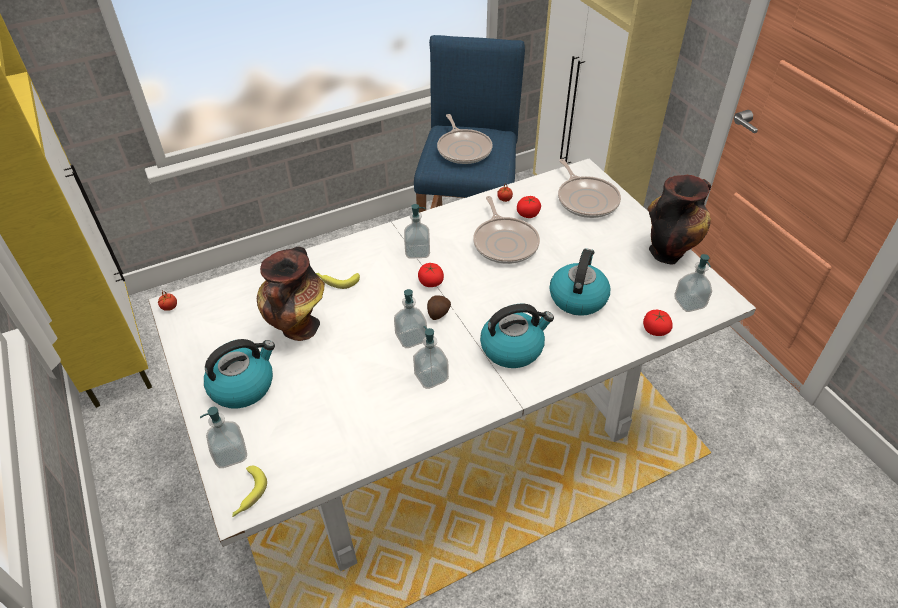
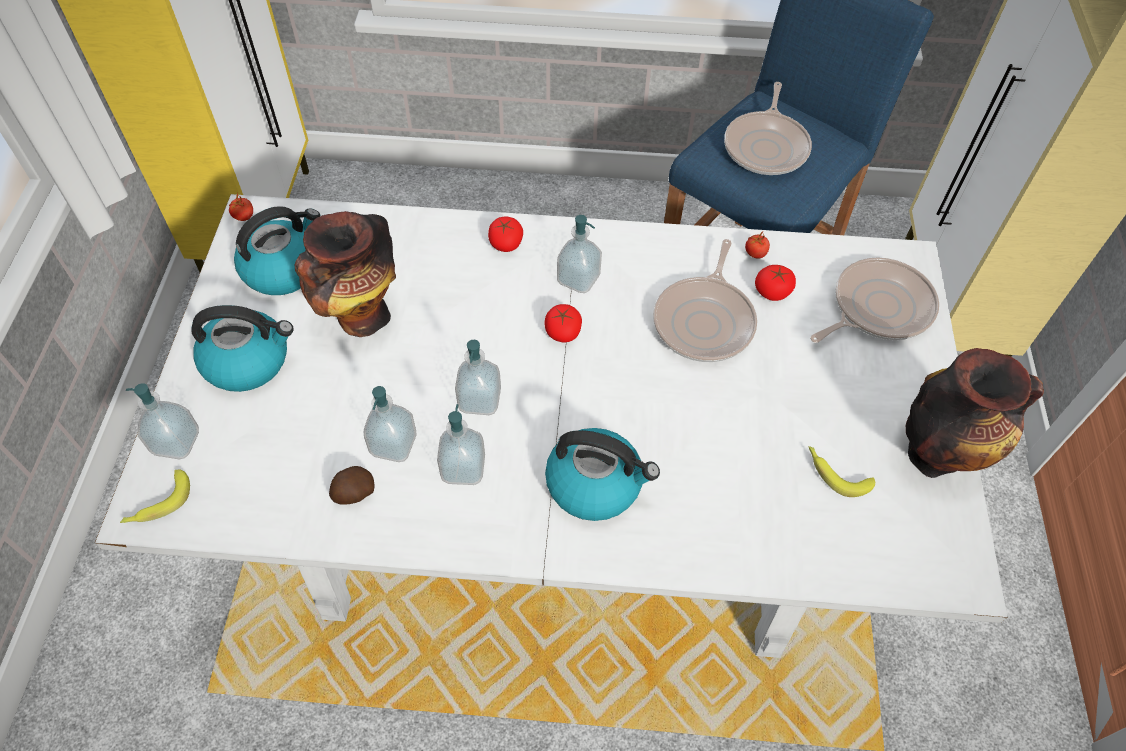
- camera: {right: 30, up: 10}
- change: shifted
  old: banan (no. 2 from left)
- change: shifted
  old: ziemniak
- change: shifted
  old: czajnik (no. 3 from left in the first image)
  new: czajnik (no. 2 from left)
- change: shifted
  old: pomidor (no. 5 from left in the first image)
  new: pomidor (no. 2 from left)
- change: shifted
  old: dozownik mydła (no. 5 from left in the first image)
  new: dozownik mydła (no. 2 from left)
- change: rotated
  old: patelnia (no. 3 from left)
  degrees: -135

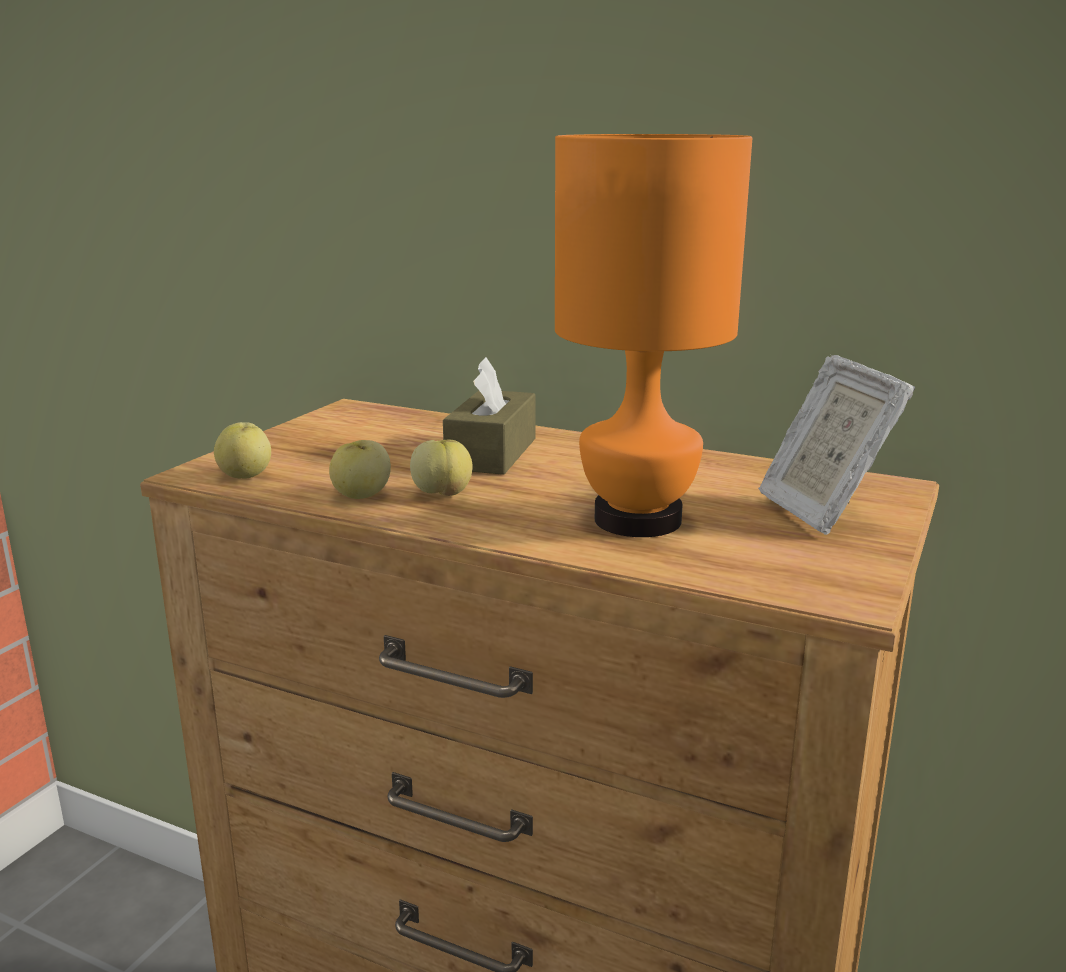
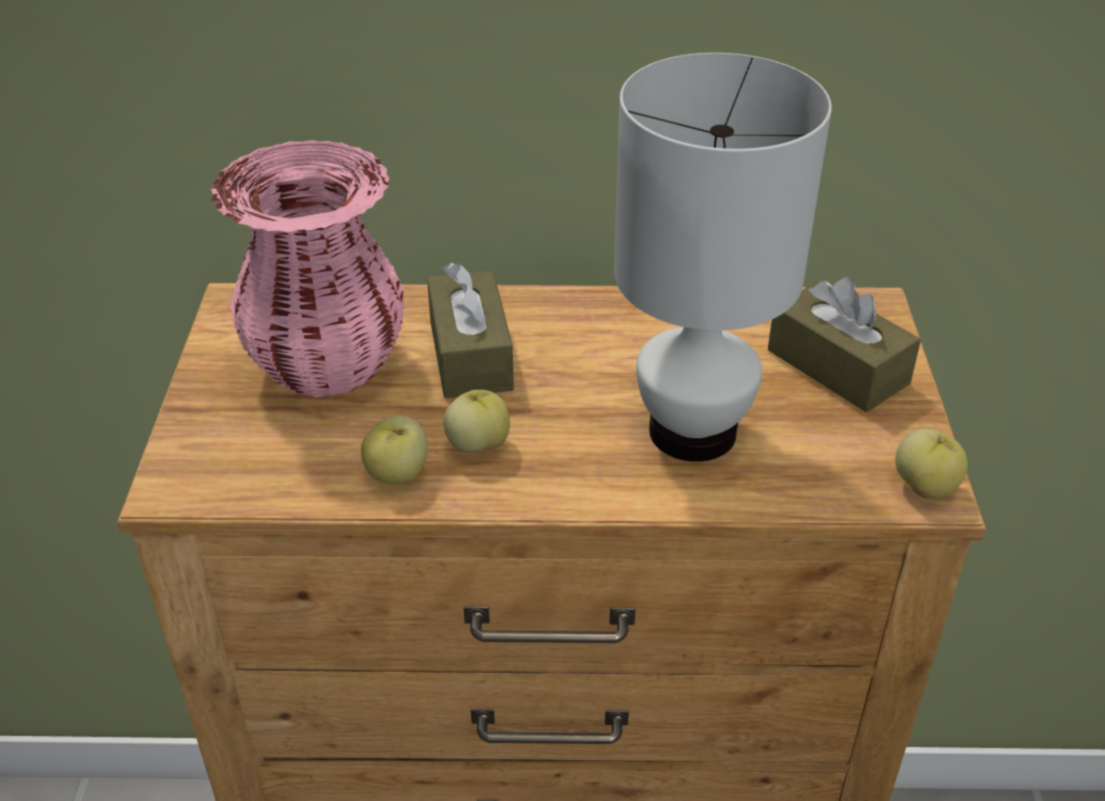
- camera: {right: -25, up: 20}
- change: new
  new: wazon [różowy]
- change: shifted
  old: jabłko (no. 1 from left in the first image)
  new: jabłko (no. 3 from left)
- change: swapped
  old: ramka na zdjęcie
  new: pudełko chusteczek [brązowy] (no. 2 from left)
- change: repainted
  old: lampa stołowa [pomarańczowy]
  new: lampa stołowa [biały]

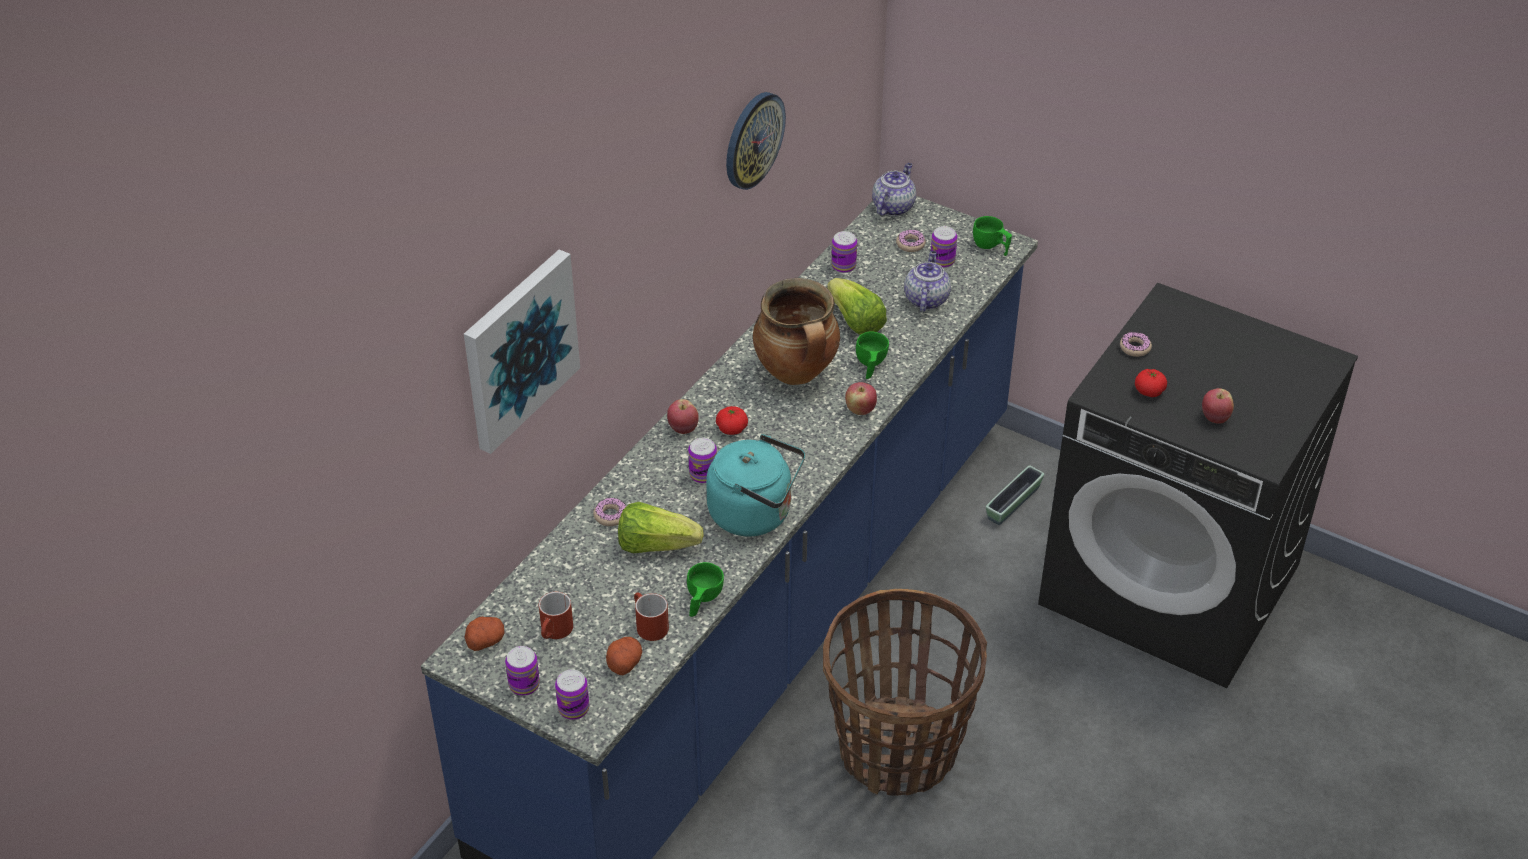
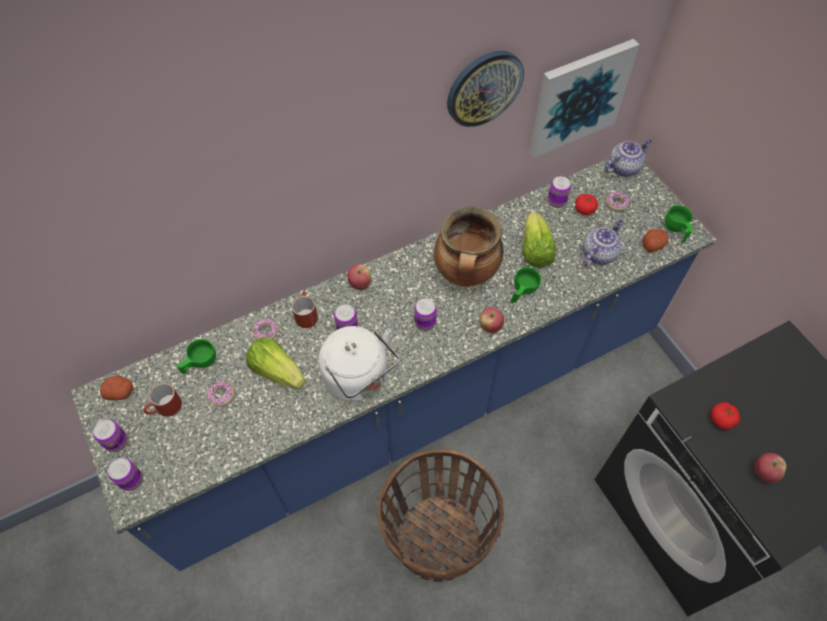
- camera: {right: 30, up: 15}
- change: gone
  old: donica
- change: shifted
  old: obraz
- change: shifted
  old: ziemniak (no. 2 from left)
- change: shifted
  old: kubek [czerwony] (no. 2 from left)
- change: shifted
  old: filiżanka [zielony] (no. 1 from left)
- change: shifted
  old: pomidor (no. 1 from left)
- change: shifted
  old: puszka (no. 5 from left in the first image)
  new: puszka (no. 4 from left)
- change: shifted
  old: donut (no. 3 from left in the first image)
  new: donut (no. 1 from left)
- change: repainted
  old: czajnik [turkusowy]
  new: czajnik [biały]

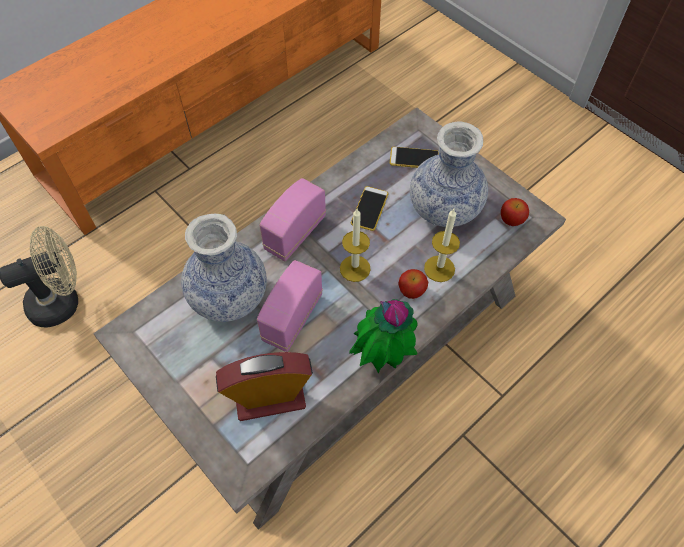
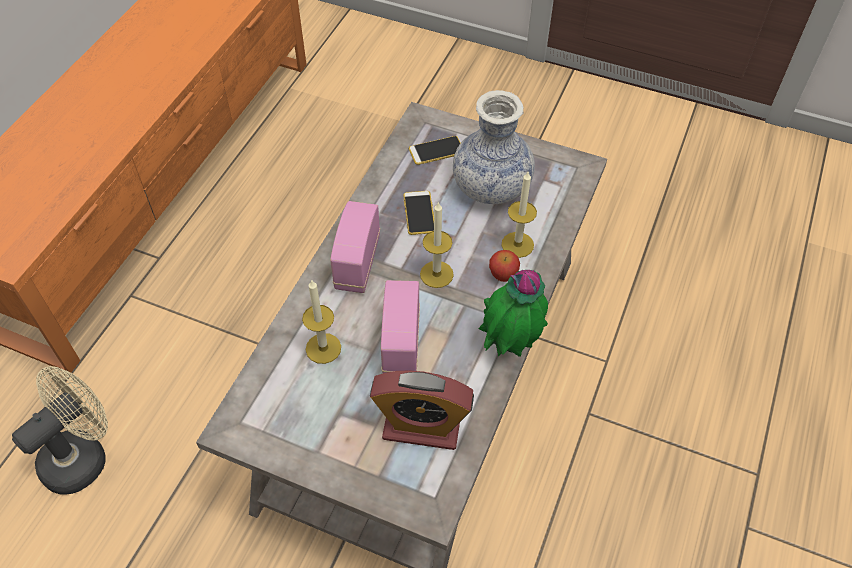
- camera: {right: -25, up: -5}
- change: gone
  old: jabłko (no. 2 from left)
- change: swapped
  old: wazon (no. 1 from left)
  new: świeca (no. 1 from left)
- change: rotated
  old: budzik
  degrees: -135

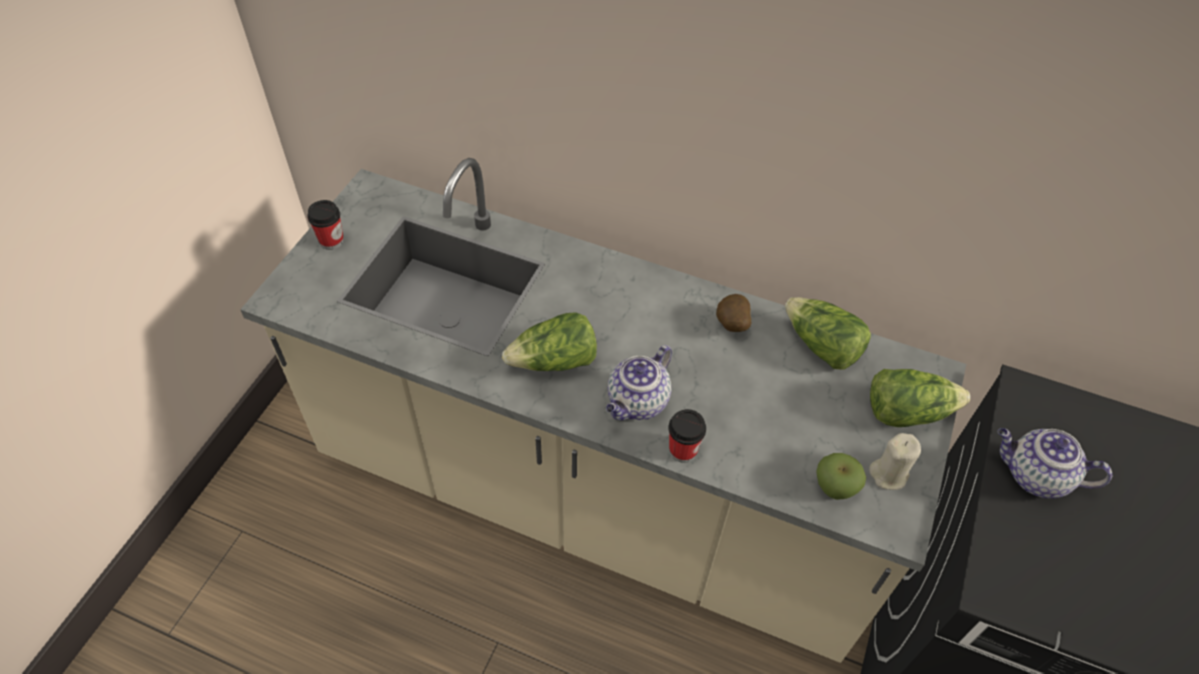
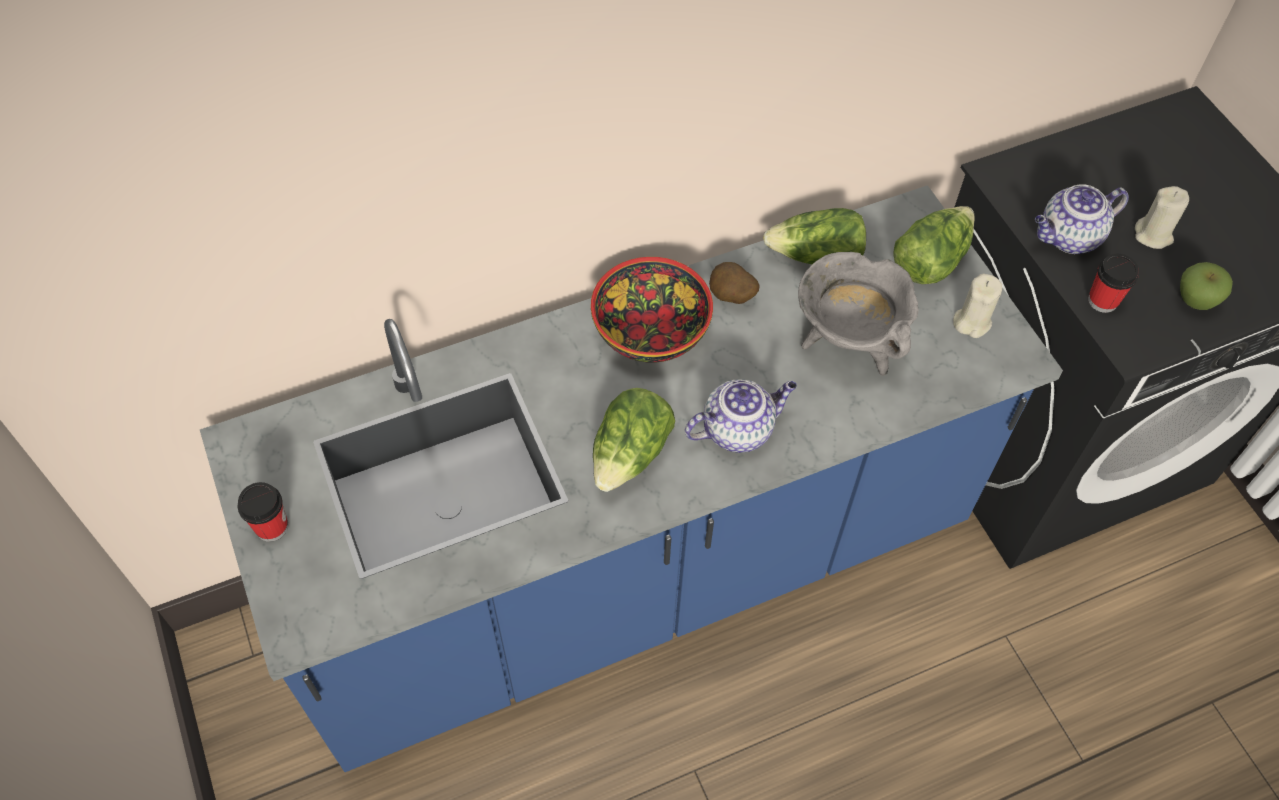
- camera: {right: -45, up: 5}
- change: new
  new: miska
- change: new
  new: garnek [szary]
- change: new
  new: świeca [beżowy] (no. 2 from left)
- change: shifted
  old: filiżanka (no. 2 from left)
- change: shifted
  old: jabłko
- change: repainted
  old: zabudowa kuchenna [beżowy]
  new: zabudowa kuchenna [niebieski]
- change: rotated
  old: imbryk (no. 1 from left)
  degrees: -105

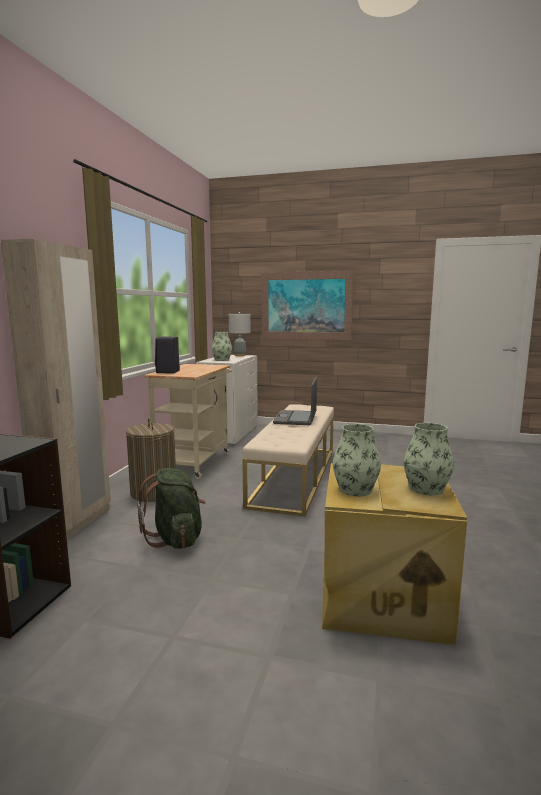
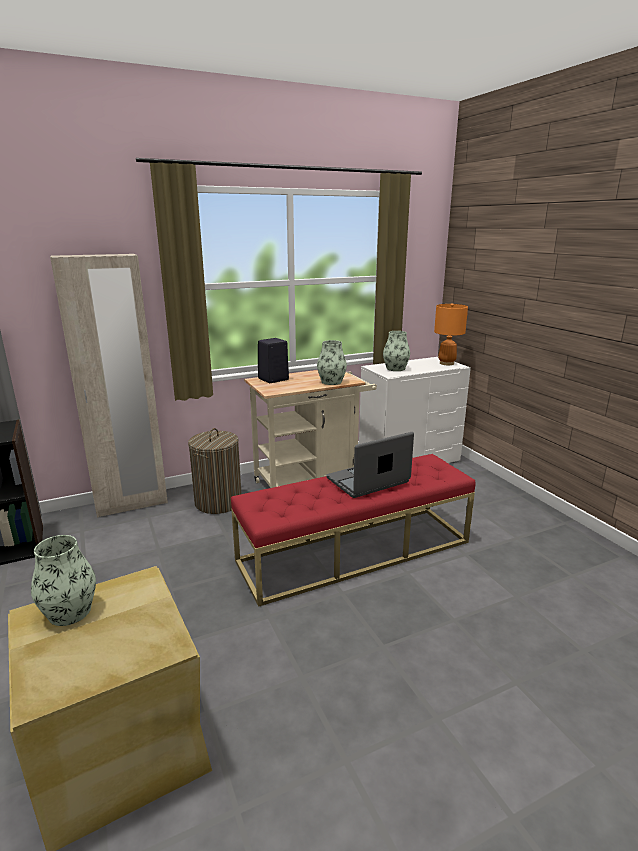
- camera: {right: 50, up: 10}
- change: gone
  old: plecak [zielony]
- change: gone
  old: obraz
- change: shifted
  old: wazon (no. 3 from left in the first image)
  new: wazon (no. 2 from left)
- change: repainted
  old: lampa stołowa [szary]
  new: lampa stołowa [pomarańczowy]
- change: repainted
  old: ławka [beżowy]
  new: ławka [czerwony]

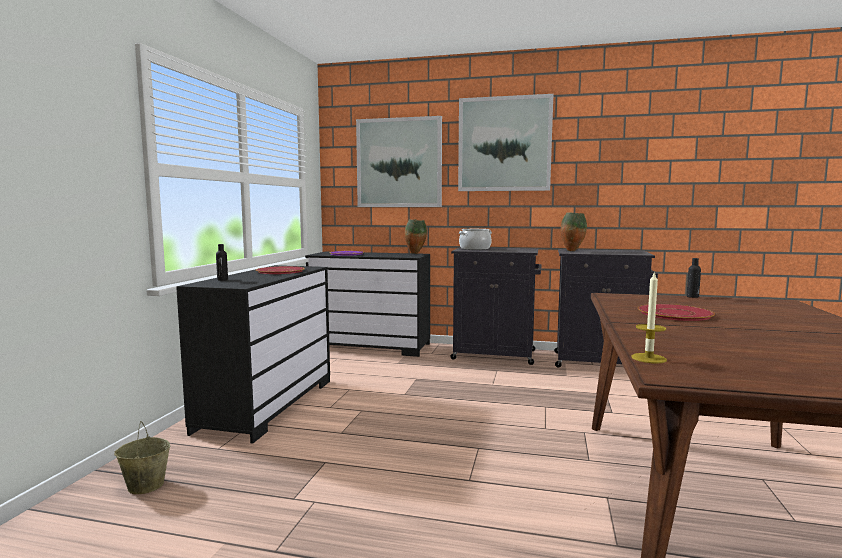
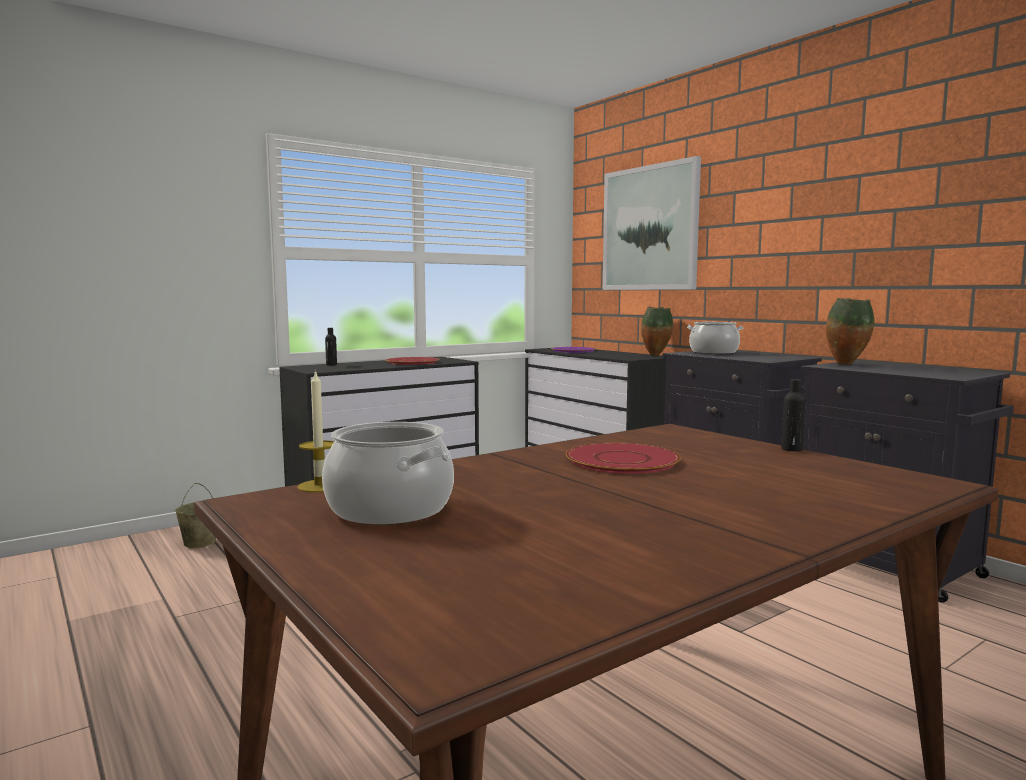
- camera: {right: 40, up: 0}
- change: gone
  old: obraz (no. 2 from left)
- change: new
  new: garnek (no. 1 from left)

